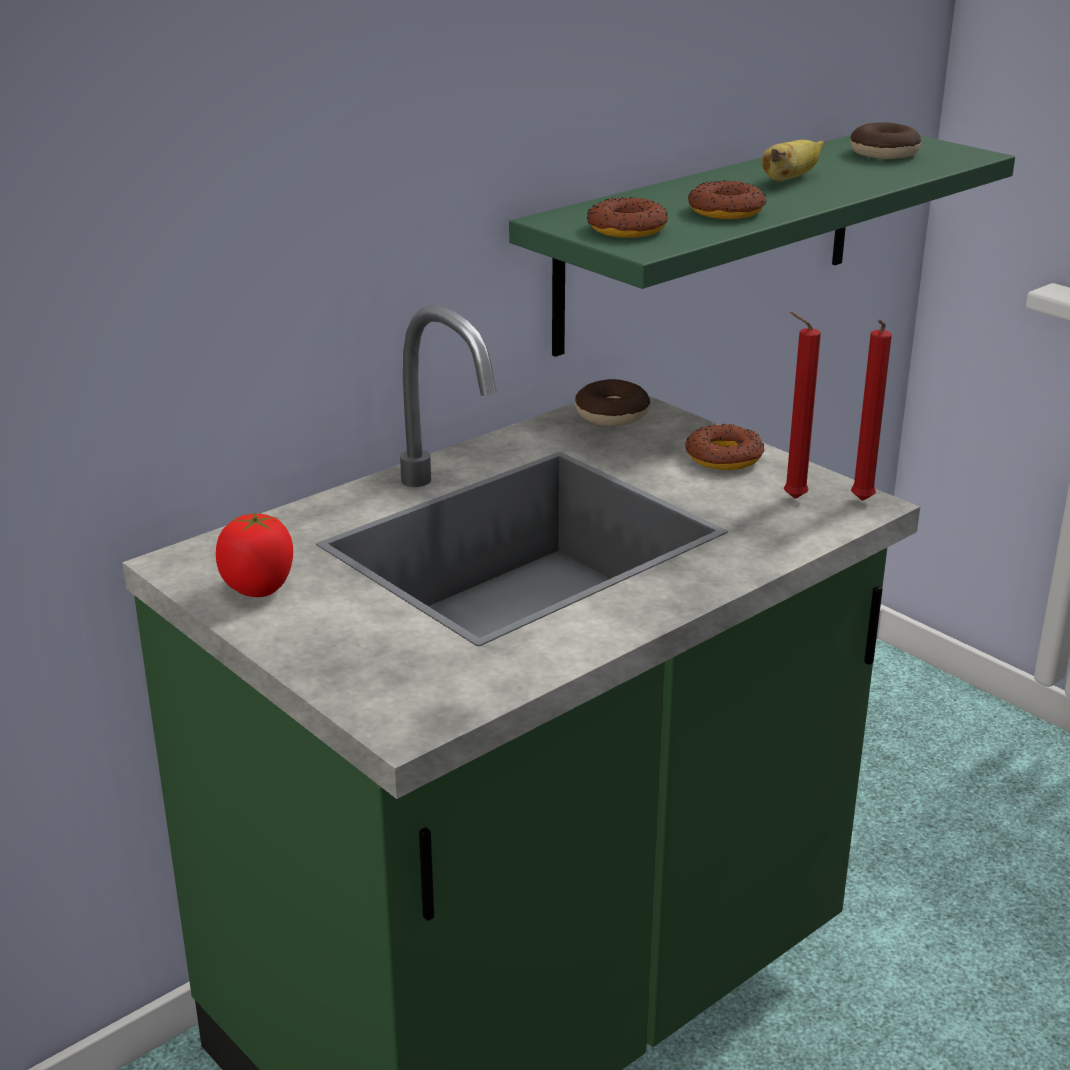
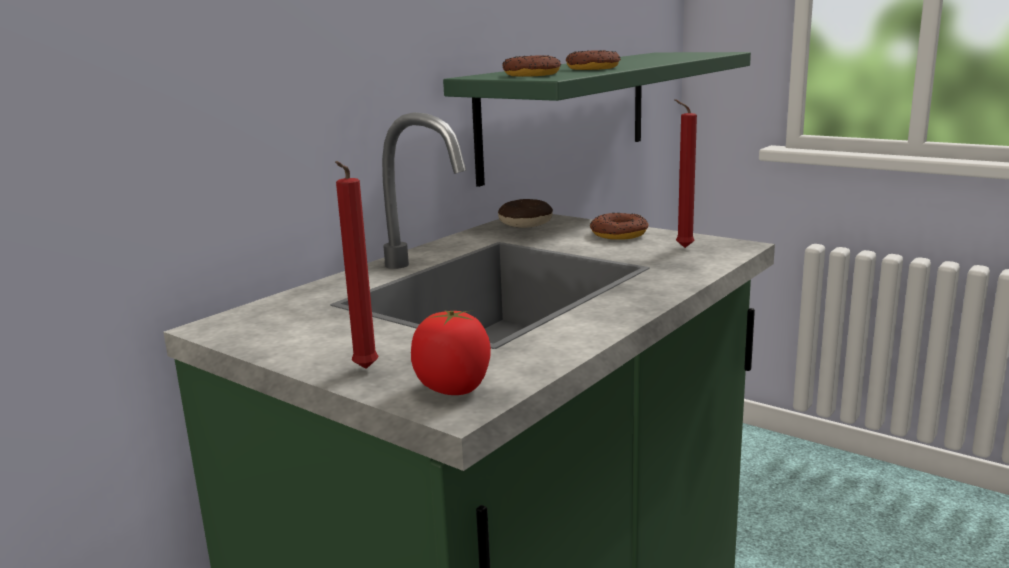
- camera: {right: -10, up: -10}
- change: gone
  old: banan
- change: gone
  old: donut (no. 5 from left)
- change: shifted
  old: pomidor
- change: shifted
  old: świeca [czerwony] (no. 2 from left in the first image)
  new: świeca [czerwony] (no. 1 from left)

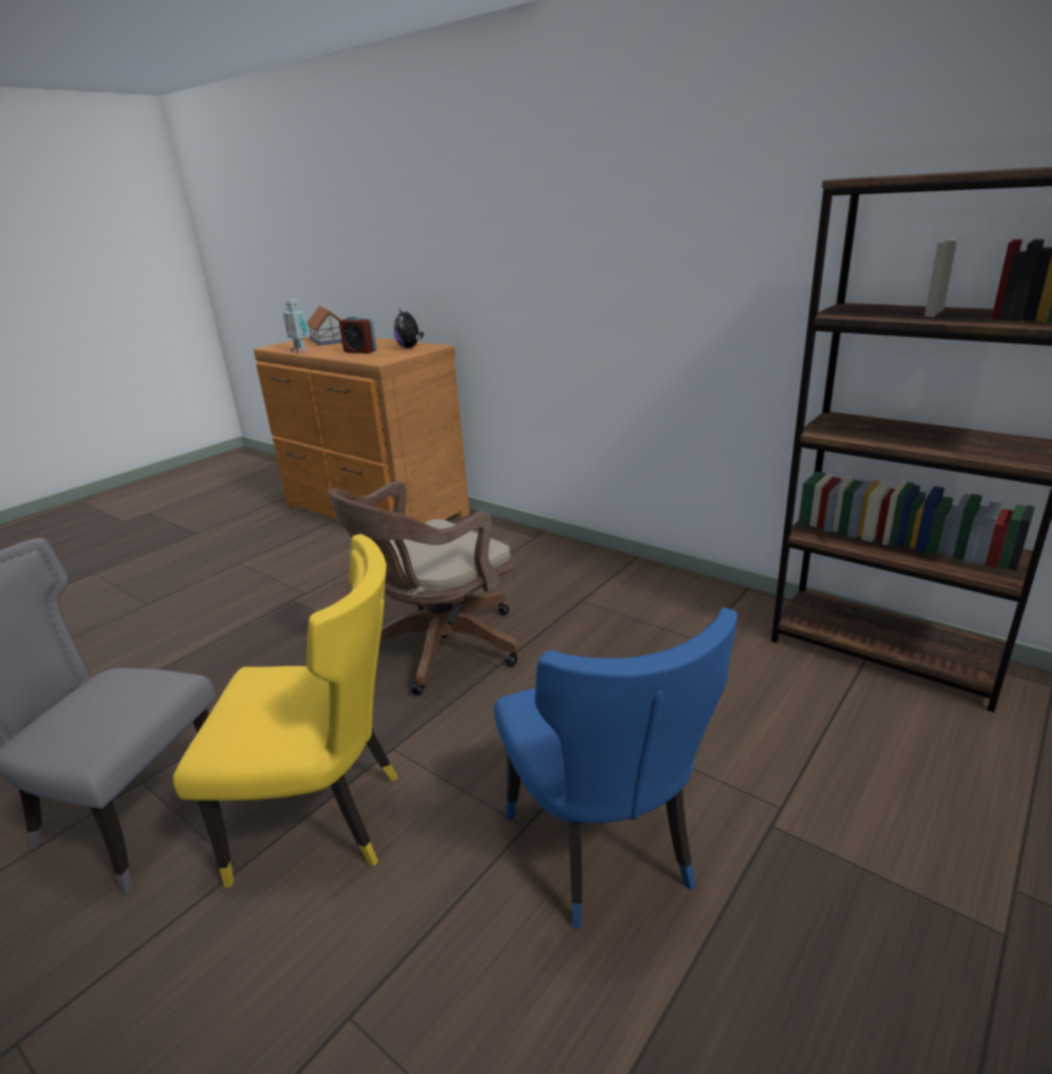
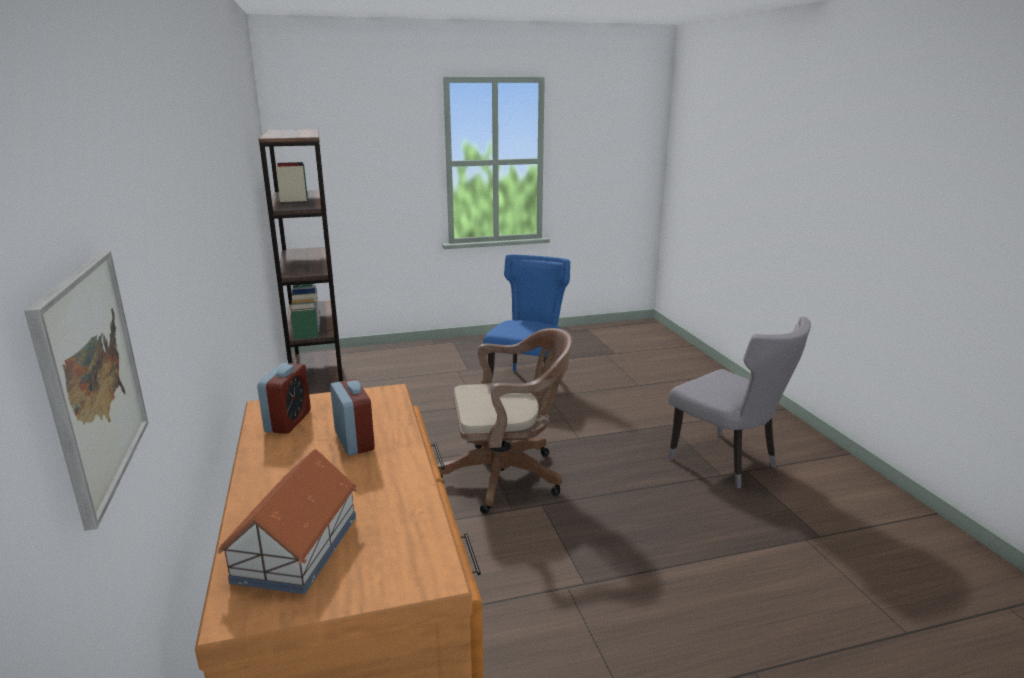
- camera: {right: -145, up: -5}
- change: gone
  old: krzesło [żółty]
- change: gone
  old: robot zabawkowy
- change: new
  new: obraz
- change: swapped
  old: pluszak
  new: budzik (no. 1 from left)

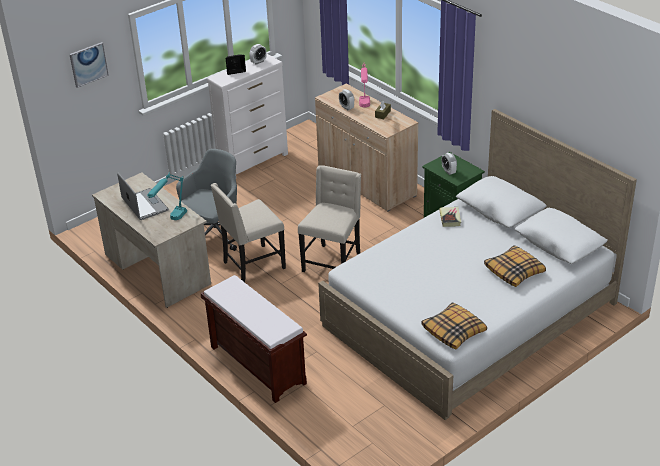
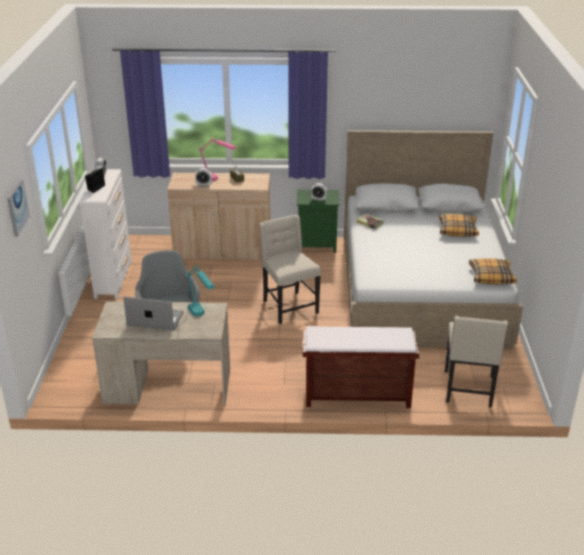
- camera: {right: -50, up: -5}
- change: shifted
  old: krzesło [beżowy] (no. 1 from left in the first image)
  new: krzesło [beżowy] (no. 2 from left)

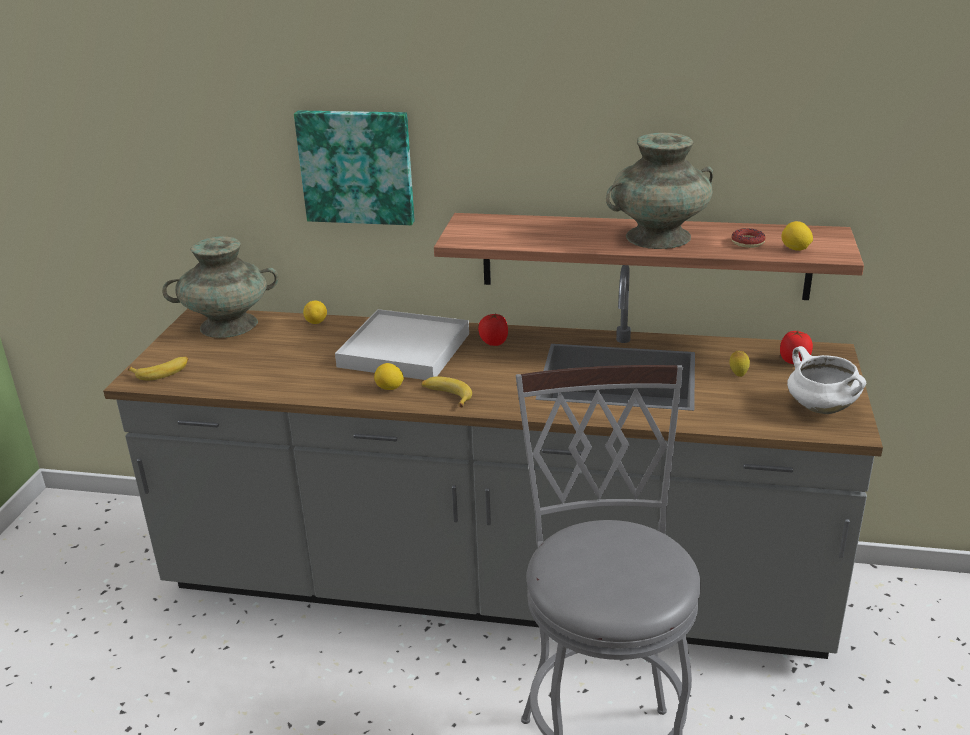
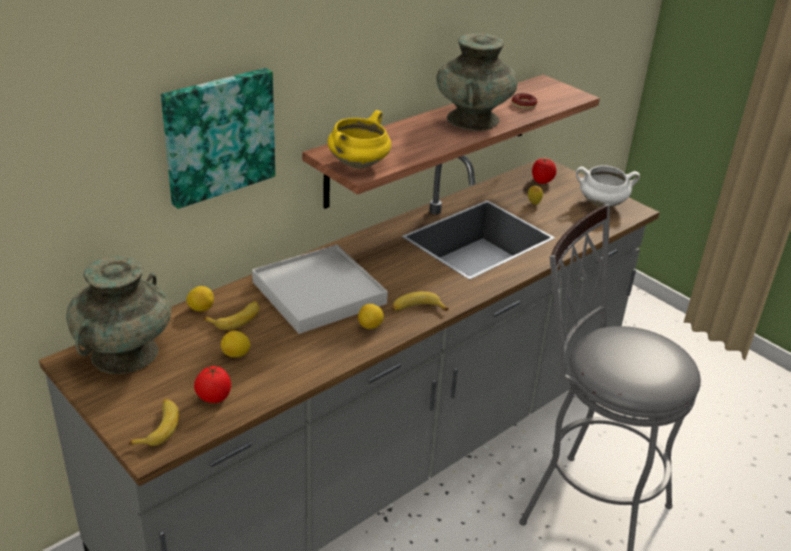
- camera: {right: -55, up: 5}
- change: new
  new: banan (no. 2 from left)
- change: new
  new: garnek [żółty]
- change: shifted
  old: pomidor (no. 1 from left)
- change: shifted
  old: cytryna (no. 4 from left in the first image)
  new: cytryna (no. 2 from left)

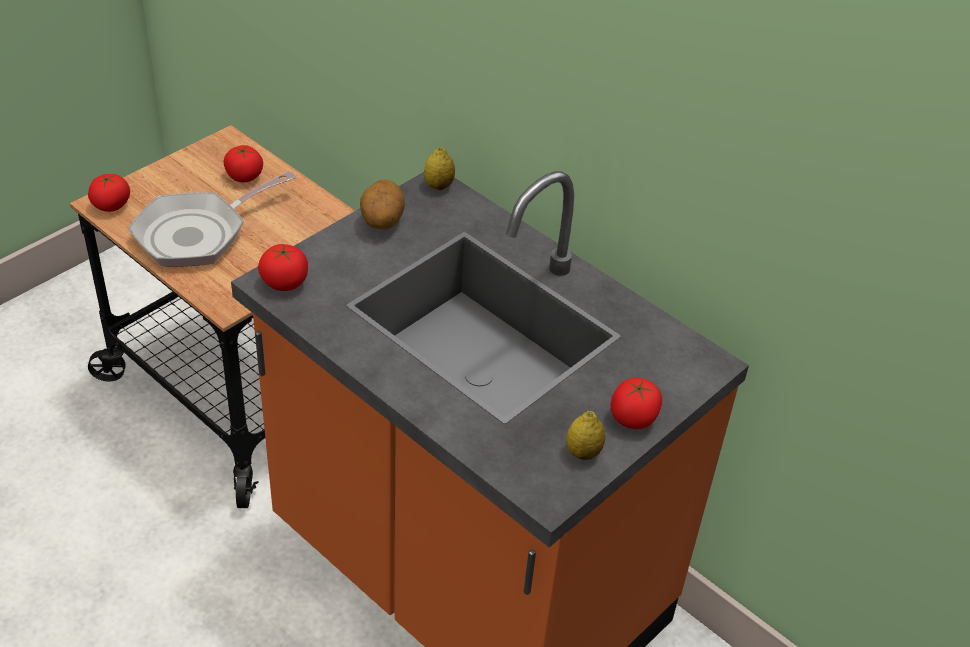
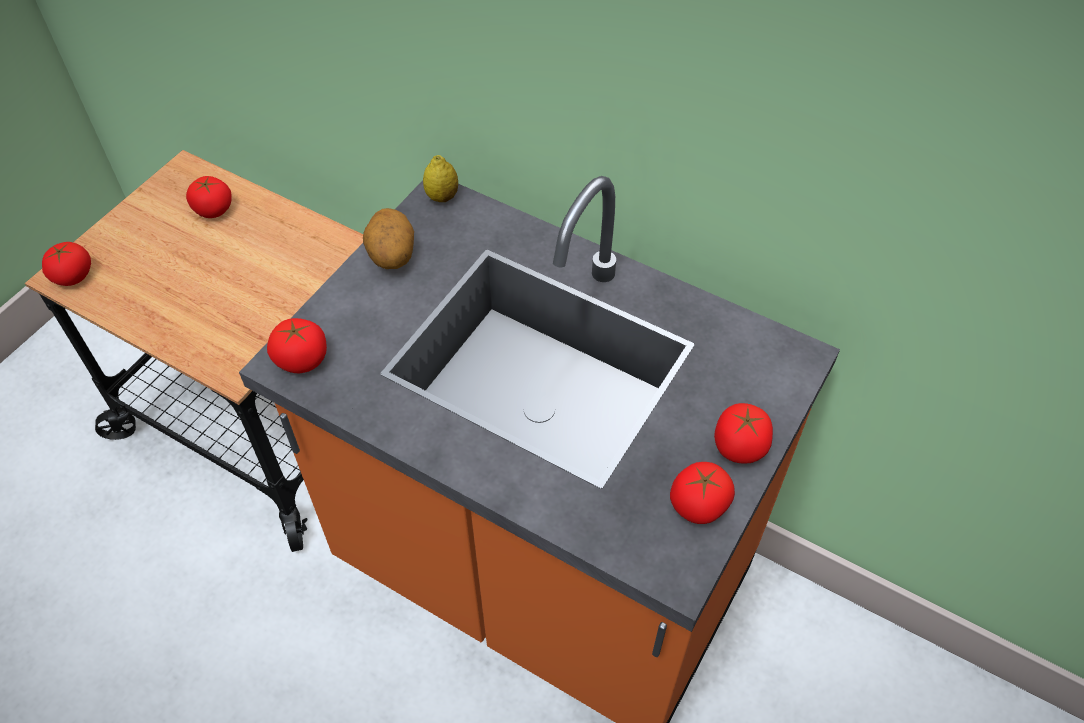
- camera: {right: -10, up: 10}
- change: gone
  old: patelnia
- change: swapped
  old: cytryna (no. 2 from left)
  new: pomidor (no. 4 from left)

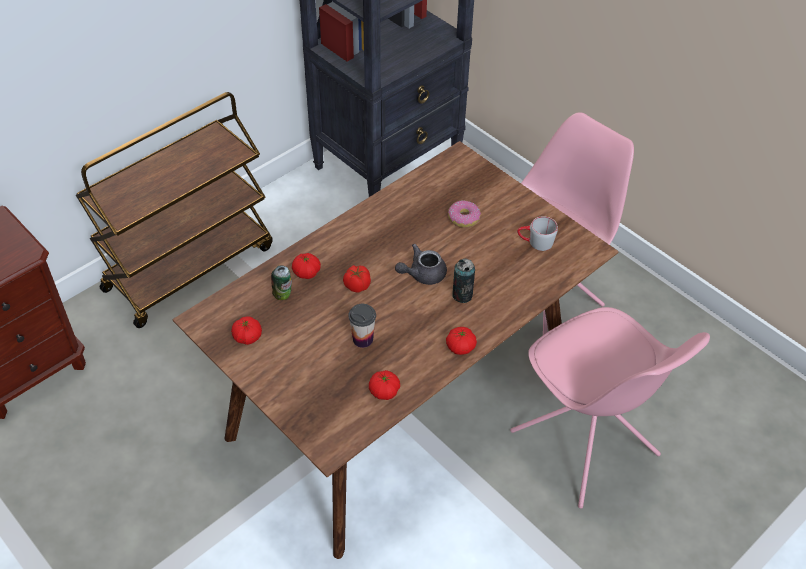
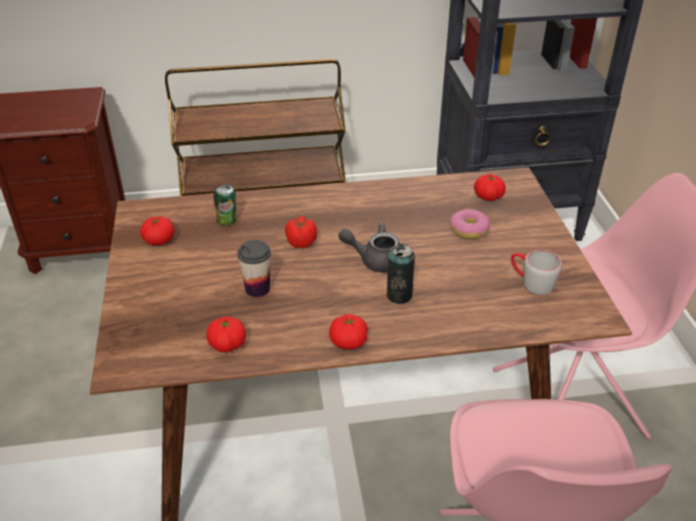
- camera: {right: 35, up: -10}
- change: shifted
  old: pomidor (no. 2 from left in the first image)
  new: pomidor (no. 5 from left)

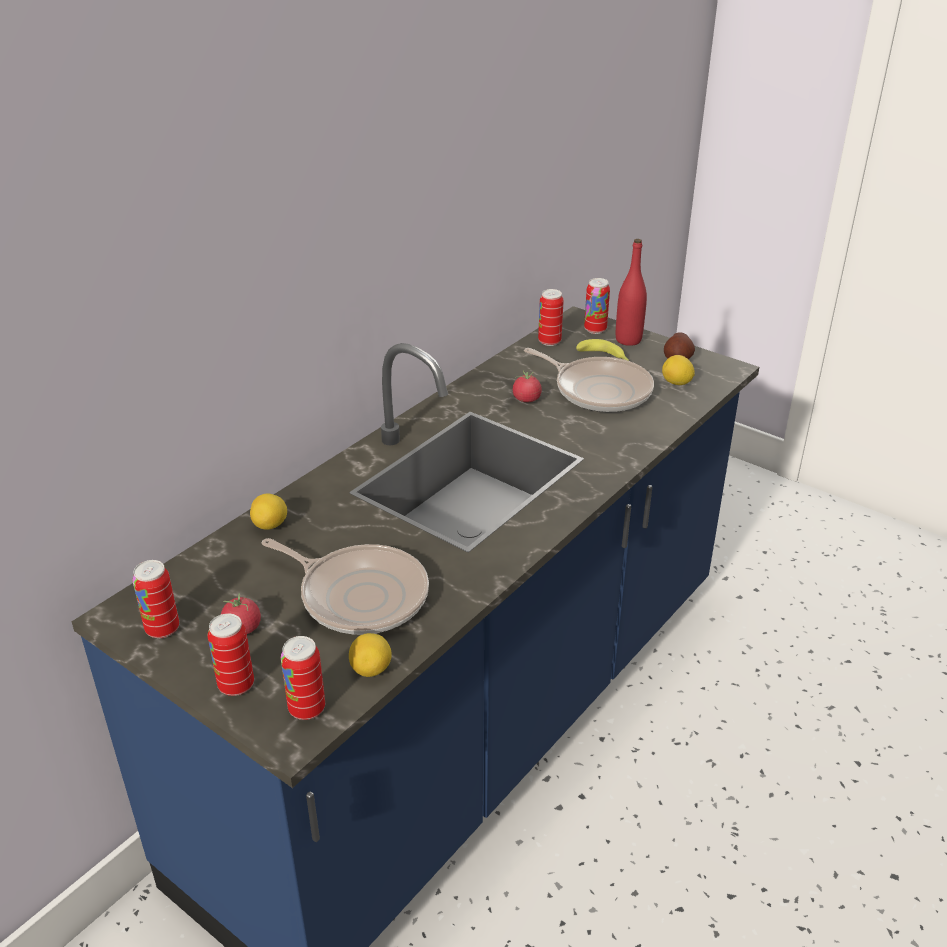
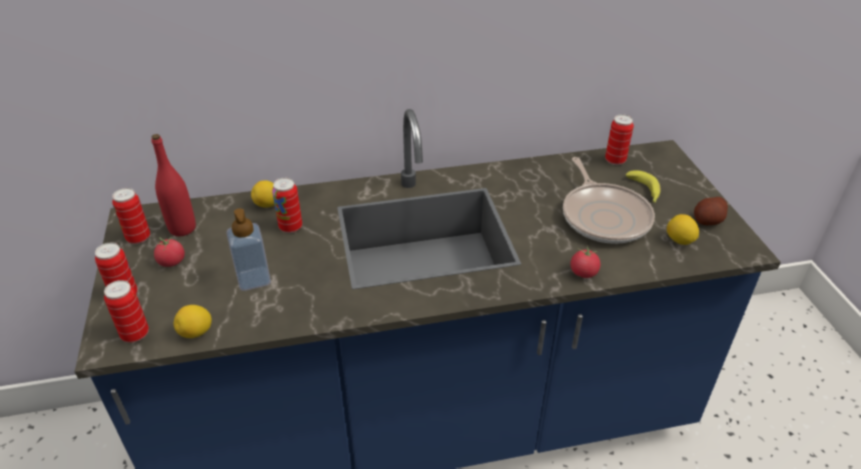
- camera: {right: 40, up: 5}
- change: shifted
  old: pomidor (no. 2 from left)
- change: shifted
  old: puszka (no. 5 from left in the first image)
  new: puszka (no. 4 from left)
- change: shifted
  old: butelka [czerwony]
- change: swapped
  old: patelnia (no. 1 from left)
  new: dozownik mydła

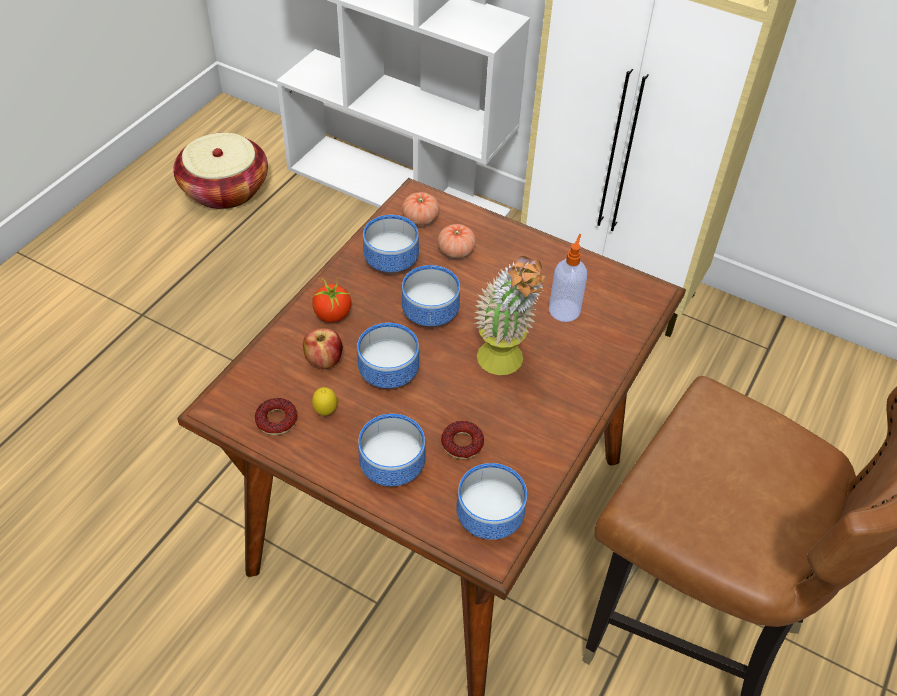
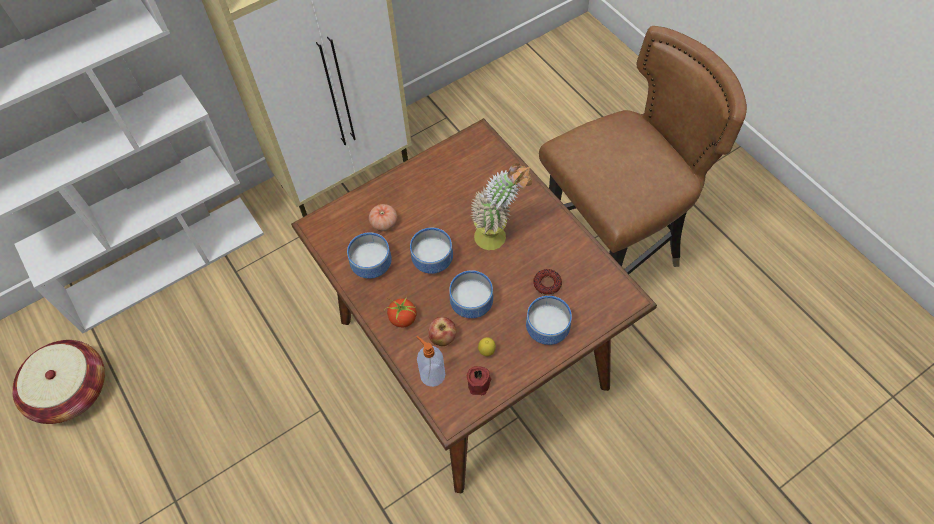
- camera: {right: -60, up: 10}
- change: gone
  old: pomidor (no. 2 from left)
- change: gone
  old: miska (no. 5 from left)
- change: shifted
  old: dozownik mydła
- change: swapped
  old: donut (no. 1 from left)
  new: świeca [czerwony]

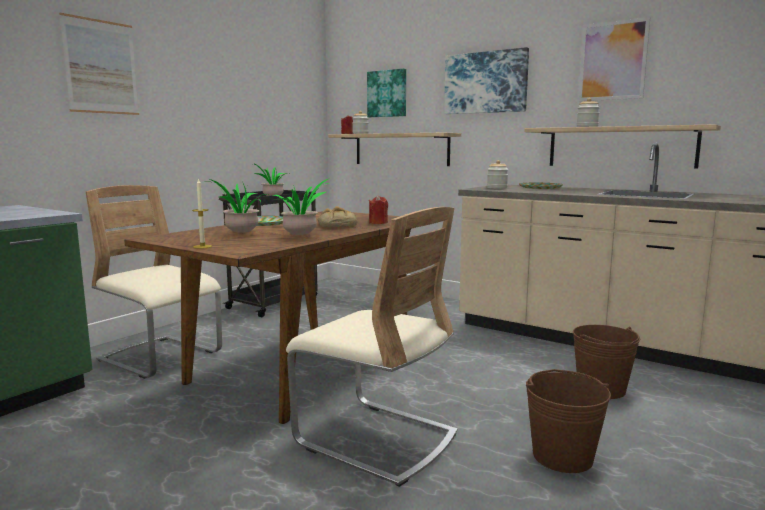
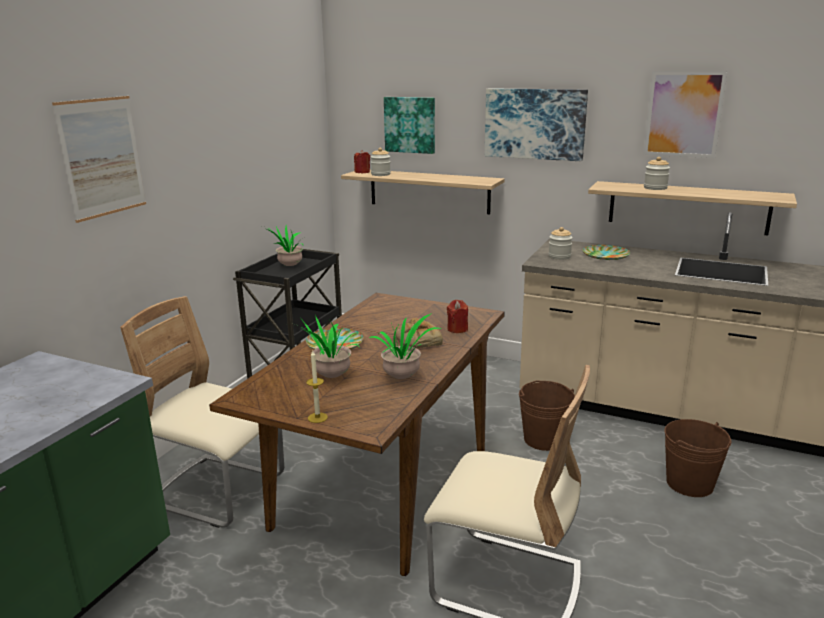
- camera: {right: -10, up: 10}
- change: shifted
  old: wiadro [brązowy] (no. 1 from left)

